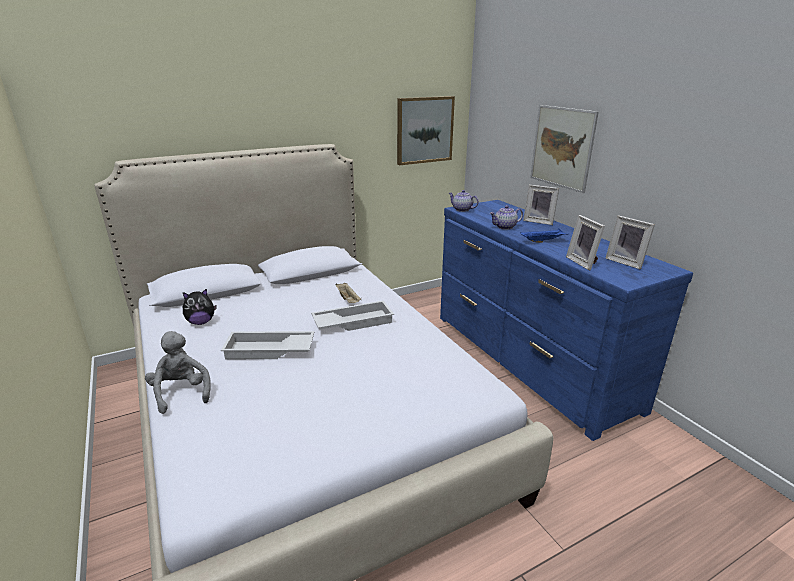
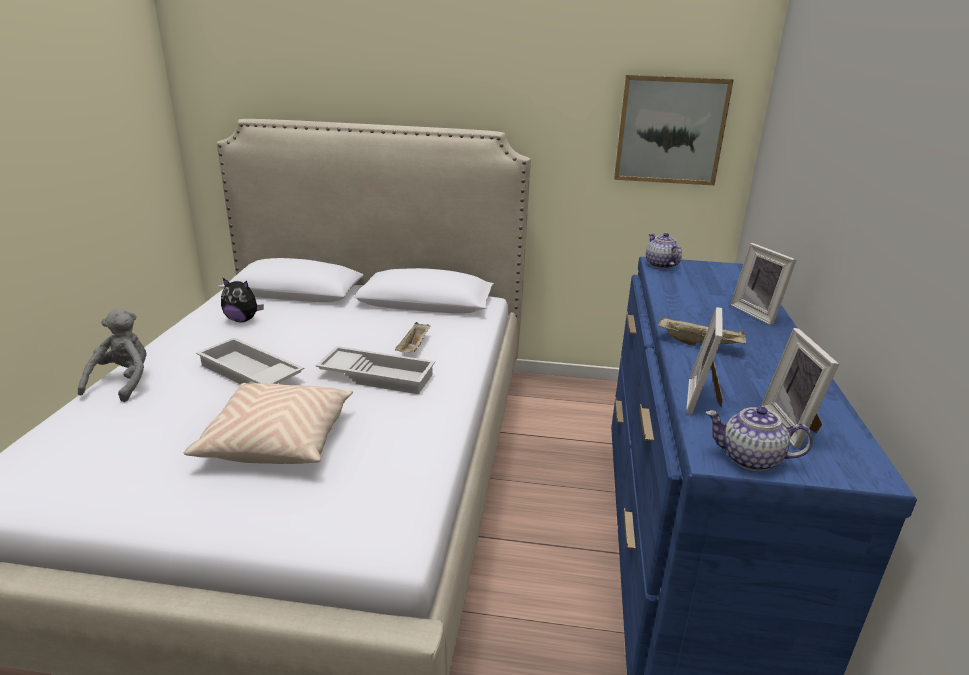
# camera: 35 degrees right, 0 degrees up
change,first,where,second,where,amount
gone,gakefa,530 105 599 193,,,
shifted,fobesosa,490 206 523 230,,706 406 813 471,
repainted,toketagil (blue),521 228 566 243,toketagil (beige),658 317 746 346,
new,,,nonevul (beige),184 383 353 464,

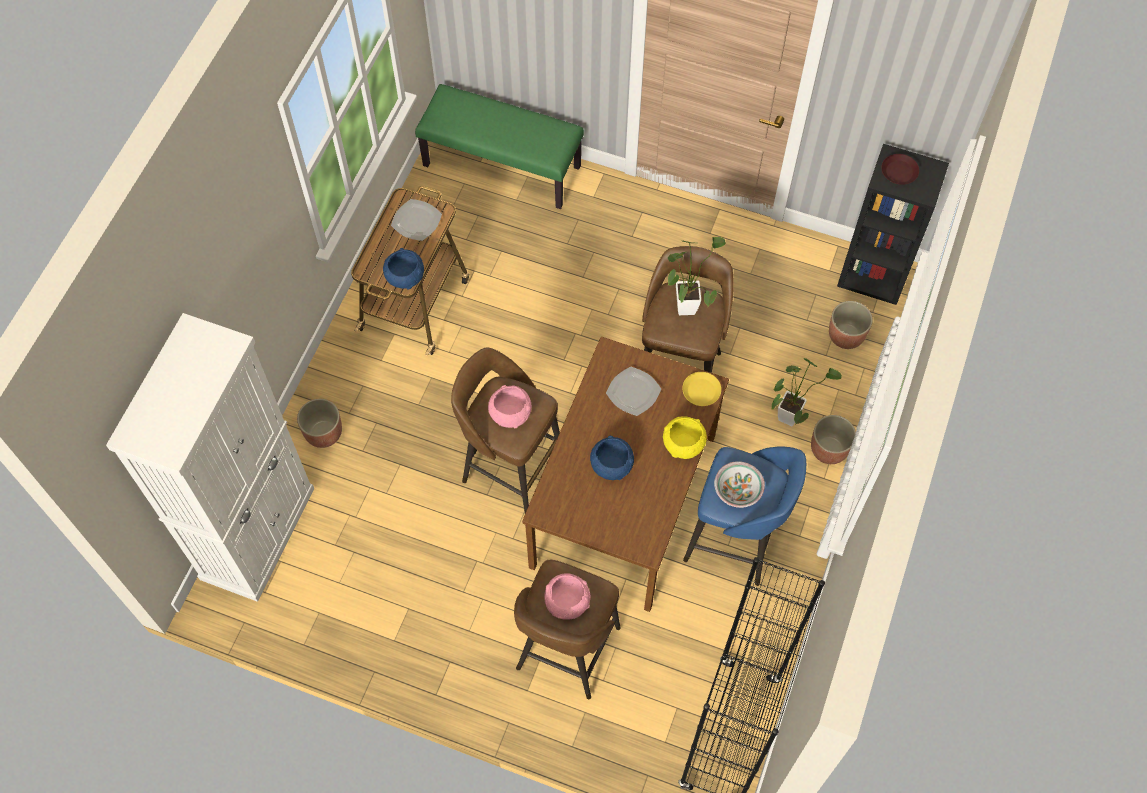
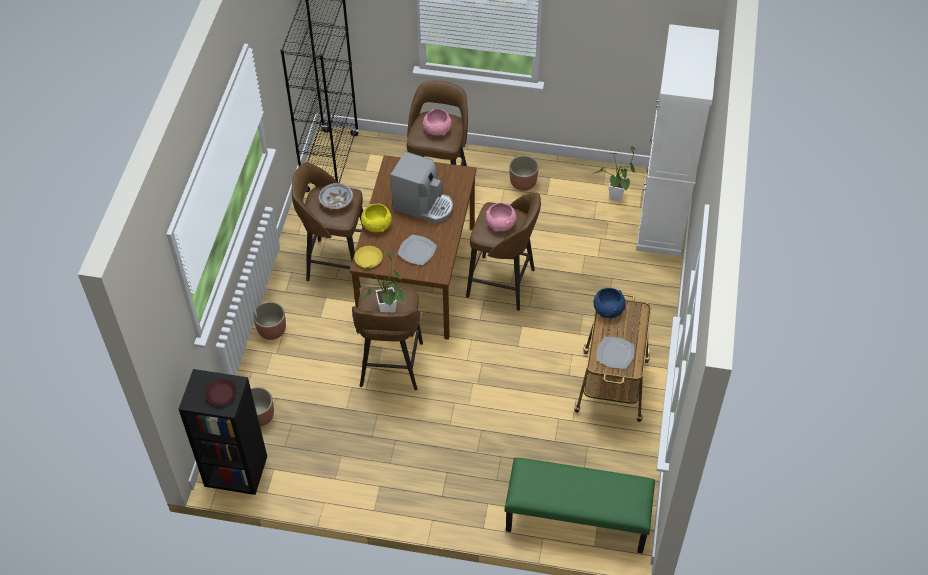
# camera: 170 degrees right, 10 degrees down
change,first,where,second,where,amount
shifted,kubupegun,771 358 842 426,,592 146 635 202,
shifted,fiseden,297 399 342 448,,510 155 539 191,
swapped,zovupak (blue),590 436 634 480,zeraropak,390 151 453 223,
repainted,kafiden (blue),683 446 806 586,kafiden (brown),292 163 363 288,

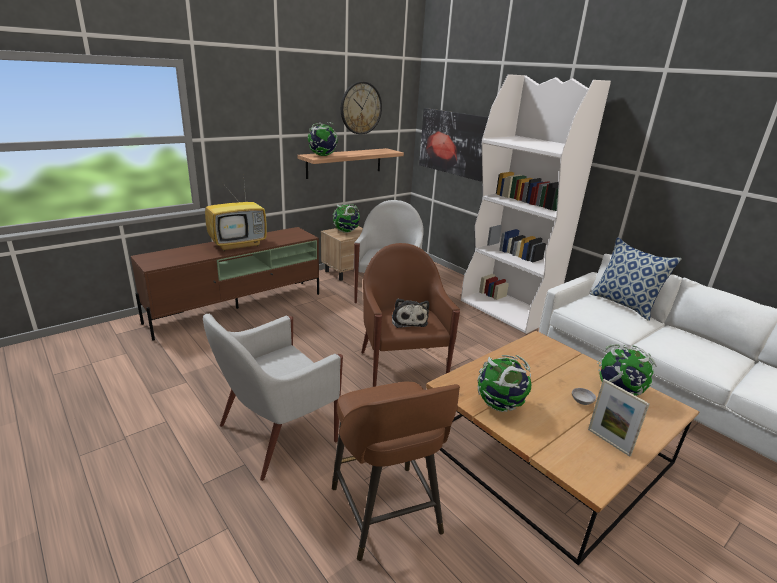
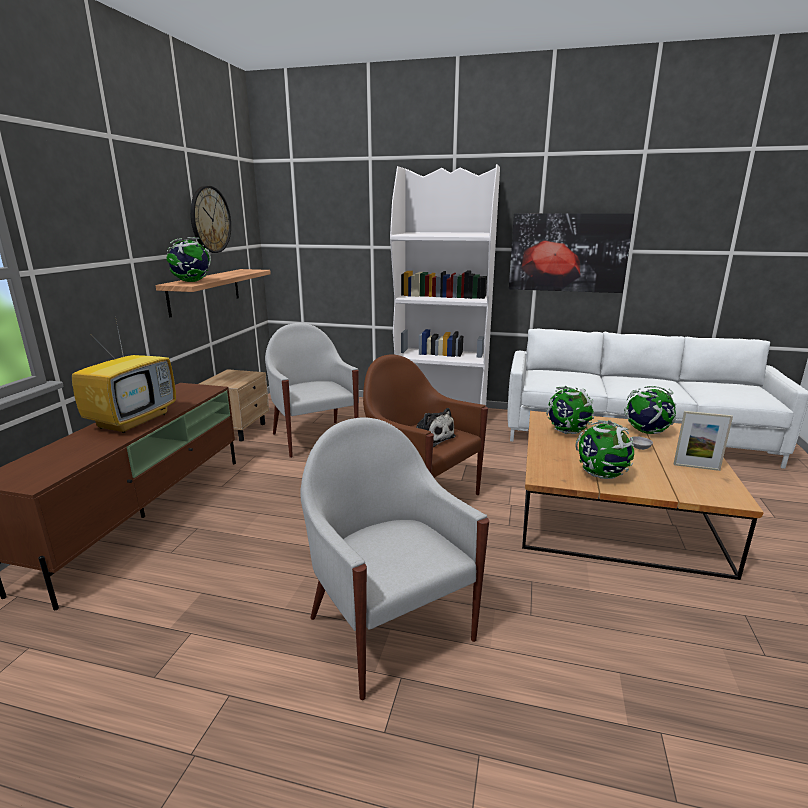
# camera: 35 degrees left, 5 degrees down
change,first,where,second,where,amount
shifted,gakefa,419 108 488 181,,509 213 634 293,
shifted,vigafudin,333 204 360 233,,546 386 594 434,
gone,nonevul,590 237 682 321,,,
rotated,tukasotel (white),203 314 343 481,,300 418 489 700,135 degrees clockwise
gone,kafiden (brown),332 382 460 561,,,

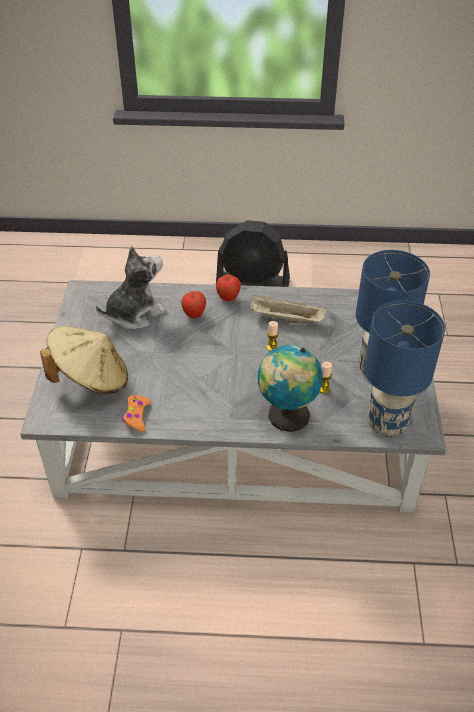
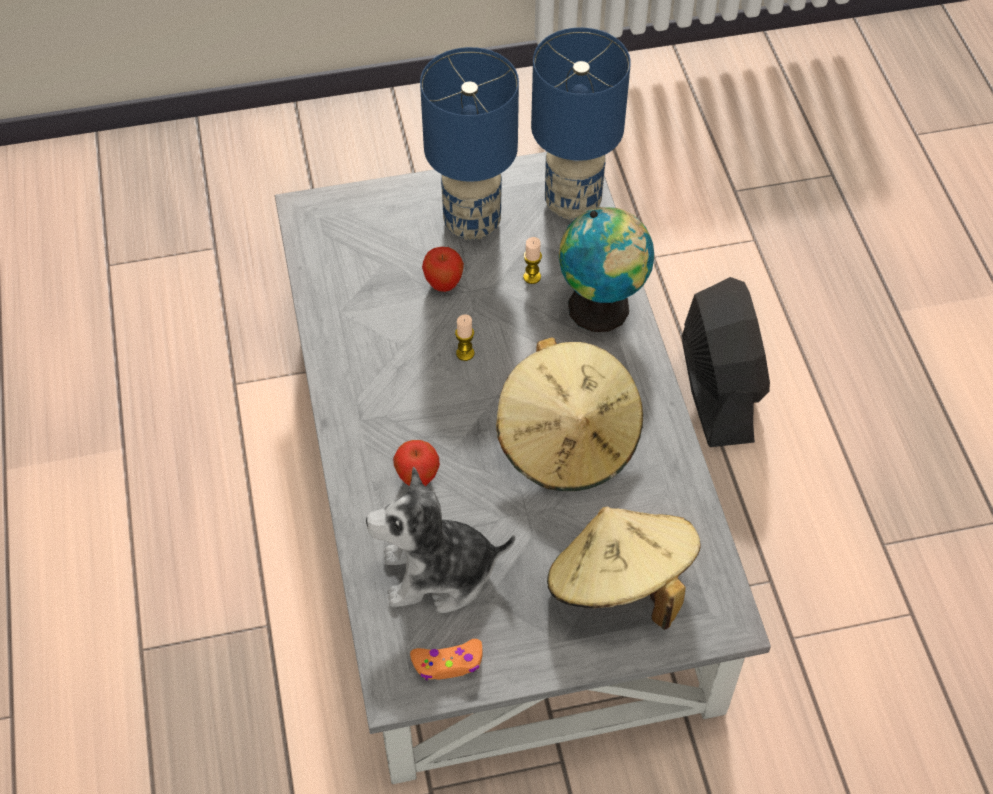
# camera: 105 degrees left, 10 degrees up
change,first,where,second,where,amount
shifted,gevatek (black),216 220 290 287,,682 277 770 447,
rotated,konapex,96 246 167 330,,366 467 515 613,45 degrees counterclockwise
shifted,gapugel,216 275 241 301,,422 247 464 292,
gone,toketagil (beige),250 295 326 324,,,
shifted,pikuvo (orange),122 395 151 432,,410 639 483 680,
new,,,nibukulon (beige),496 337 643 491,

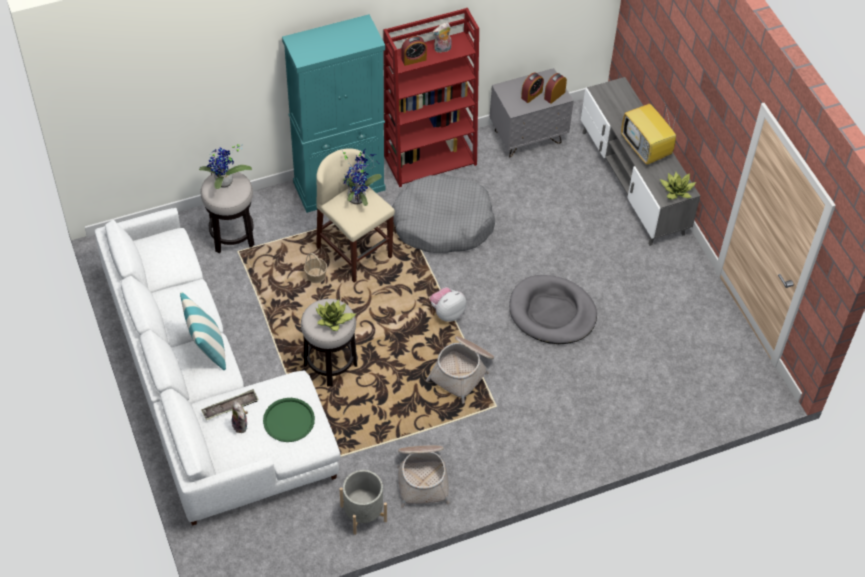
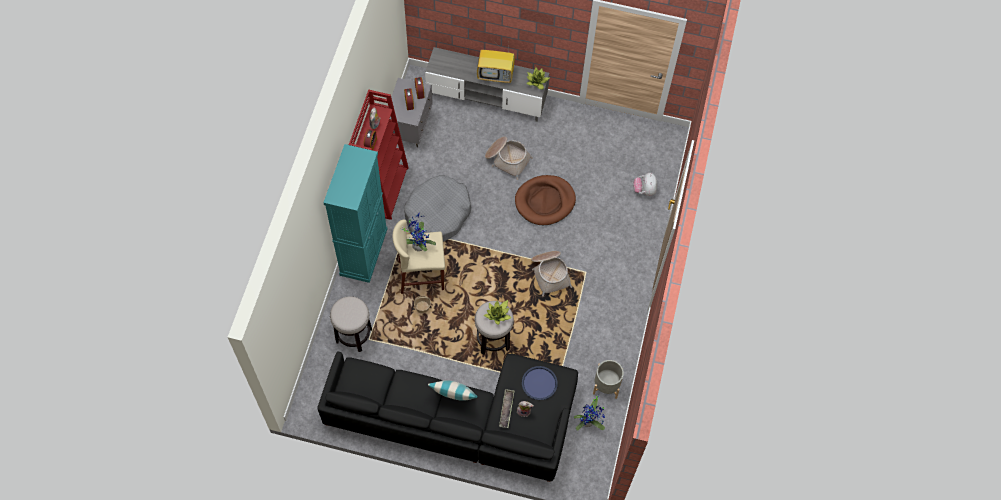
# camera: 55 degrees left, 10 degrees up
change,first,where,second,where,amount
shifted,kubupegun,199 144 252 189,,574 394 605 431,
repainted,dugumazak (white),95 208 341 526,dugumazak (black),317 351 578 482,
repainted,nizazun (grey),509 275 597 344,nizazun (brown),515 175 576 225,
shifted,konapex,430 287 466 322,,633 173 657 196,
repainted,toketagil (green),263 398 315 442,toketagil (blue),522 366 558 400,
shifted,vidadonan,397 445 450 508,,485 137 533 180,

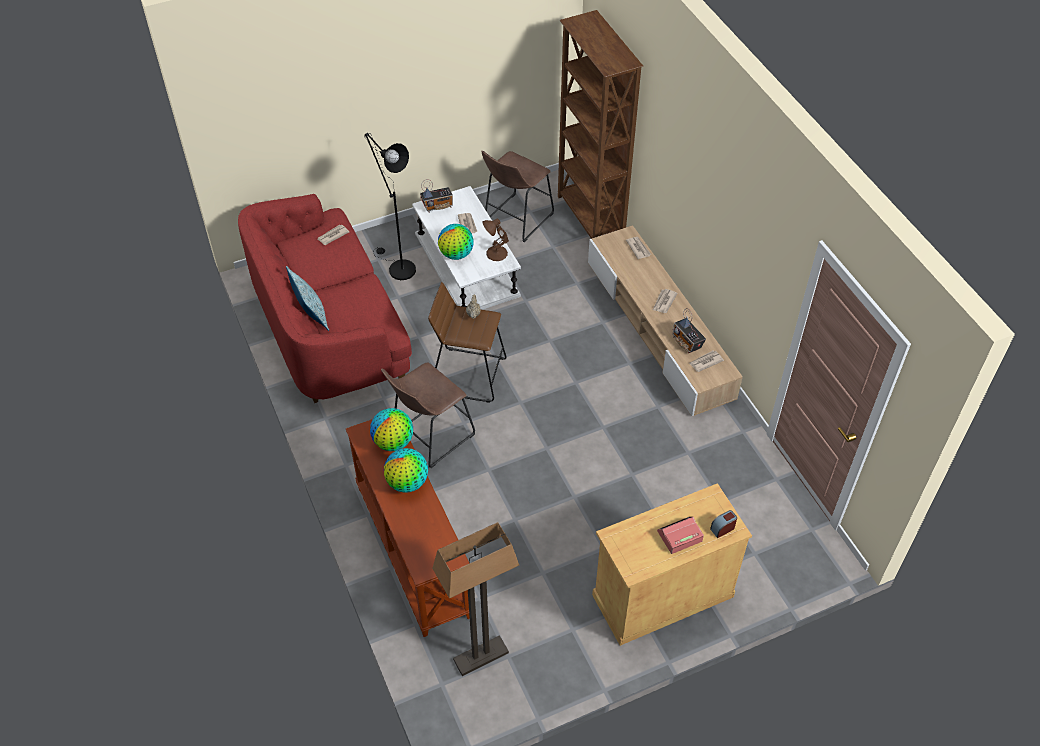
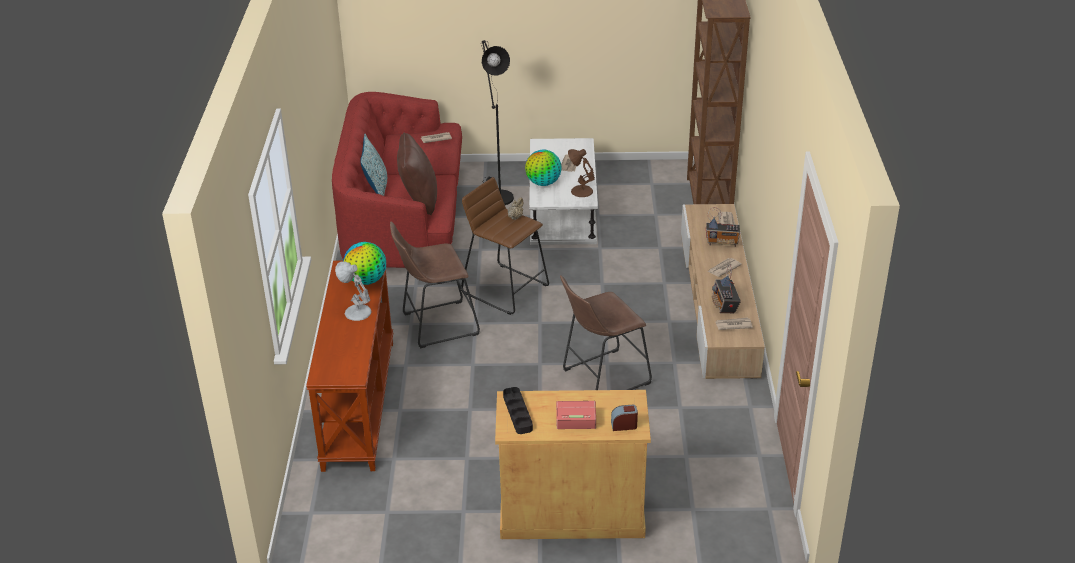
# camera: 25 degrees right, 15 degrees down
change,first,where,second,where,amount
shifted,kafiden (brown),481 151 554 242,,560 275 652 390,
shifted,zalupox,420 179 453 213,,706 207 740 247,
swapped,vigafudin,384 448 428 493,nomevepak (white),335 261 372 321,
gone,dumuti,432 522 519 676,,,
new,,,nonevul (brown),397 133 437 215,
new,,,toketagil (black),503 387 533 434,

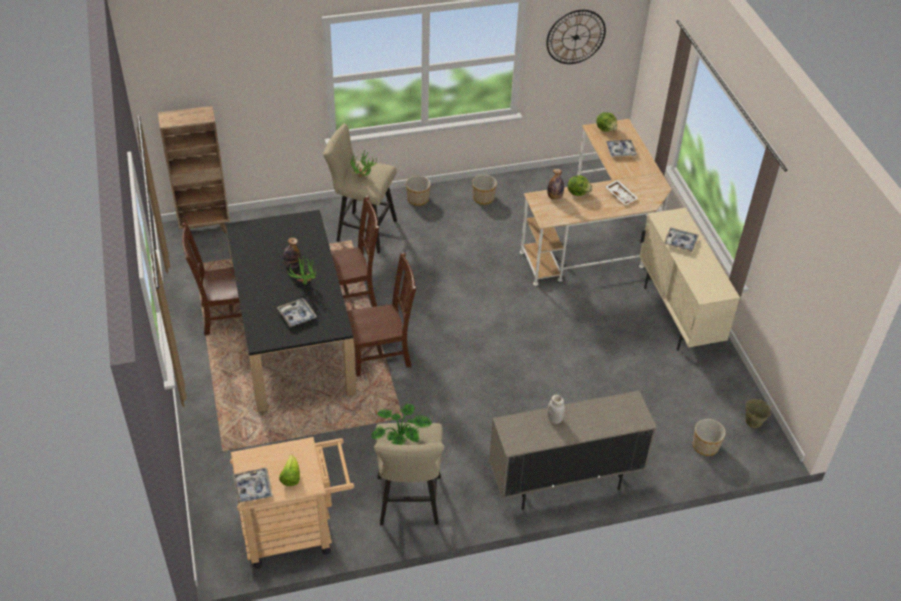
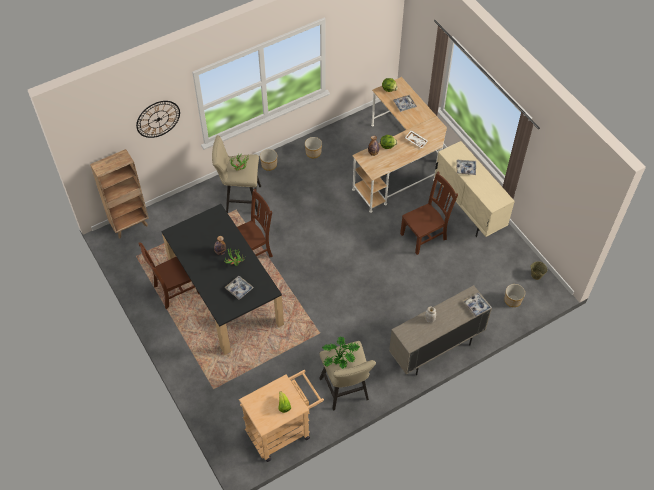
# camera: 15 degrees left, 10 degrees up
change,first,where,second,where,amount
shifted,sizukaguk,546 10 606 64,,136 101 180 138,
shifted,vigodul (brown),347 252 416 377,,400 172 458 255,
shifted,toketagil,233 468 273 503,,463 293 492 317,

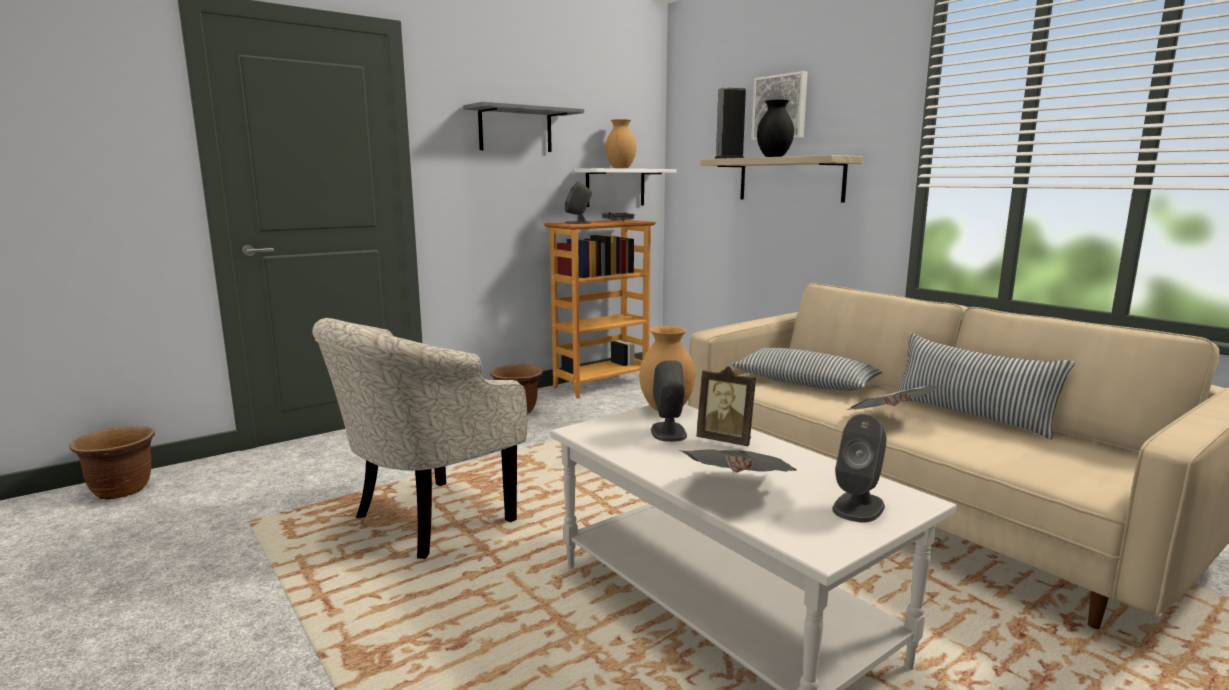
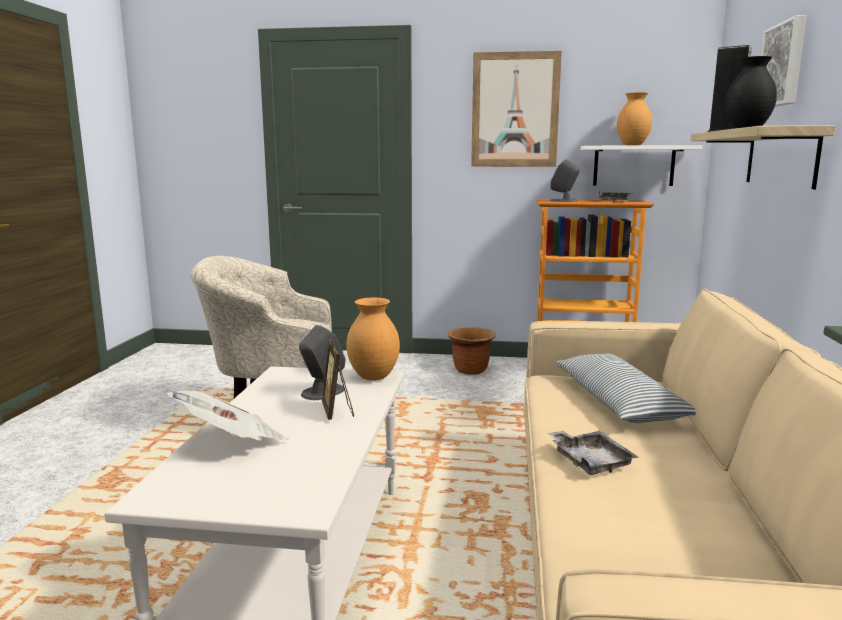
# camera: 45 degrees right, 0 degrees up
change,first,where,second,where,amount
swapped,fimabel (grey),463 102 584 152,gakefa,471 51 562 167,
gone,nonevul,896 333 1075 440,,,
swapped,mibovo,846 385 939 410,toketagil (grey),548 431 638 475,
gone,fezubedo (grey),832 414 886 523,,,
gone,fiseden (brown),69 426 155 499,,,

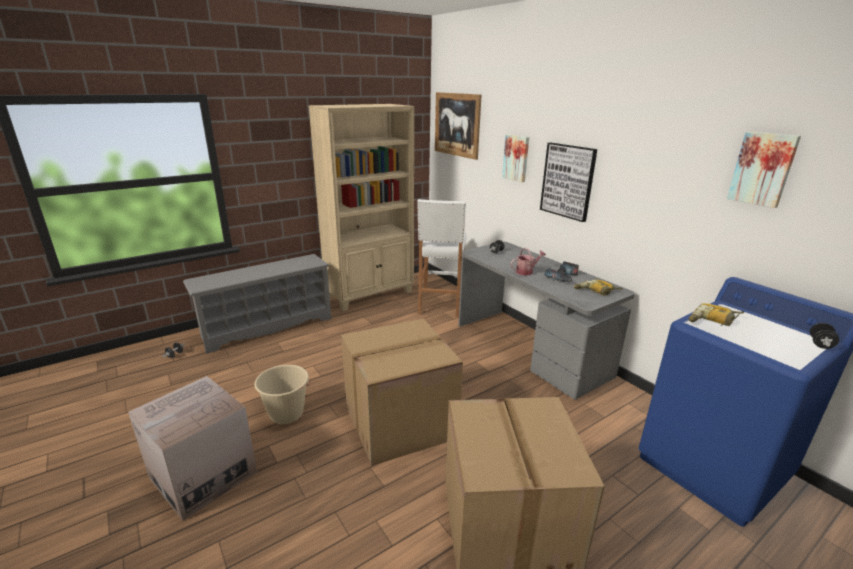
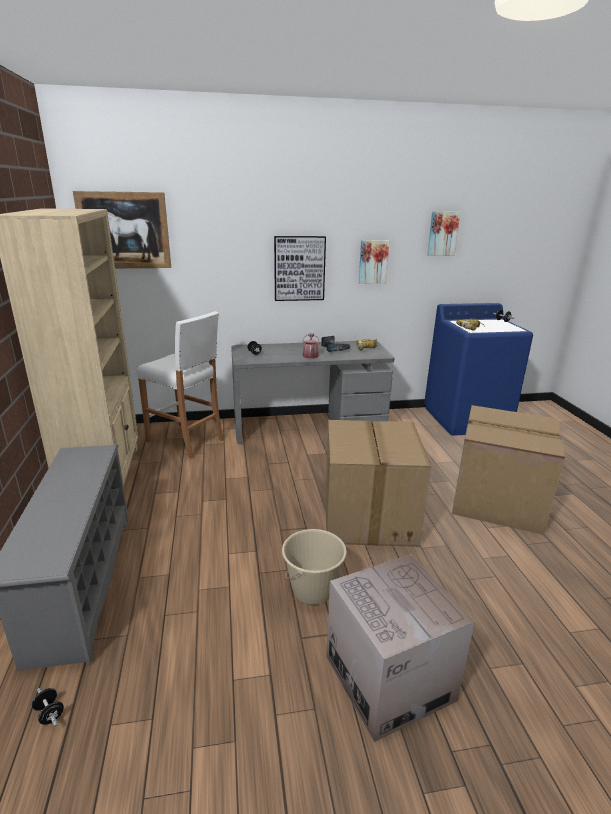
# camera: 65 degrees left, 0 degrees up
change,first,where,second,where,amount
shifted,gakefa,502 134 529 182,,359 240 390 284,

